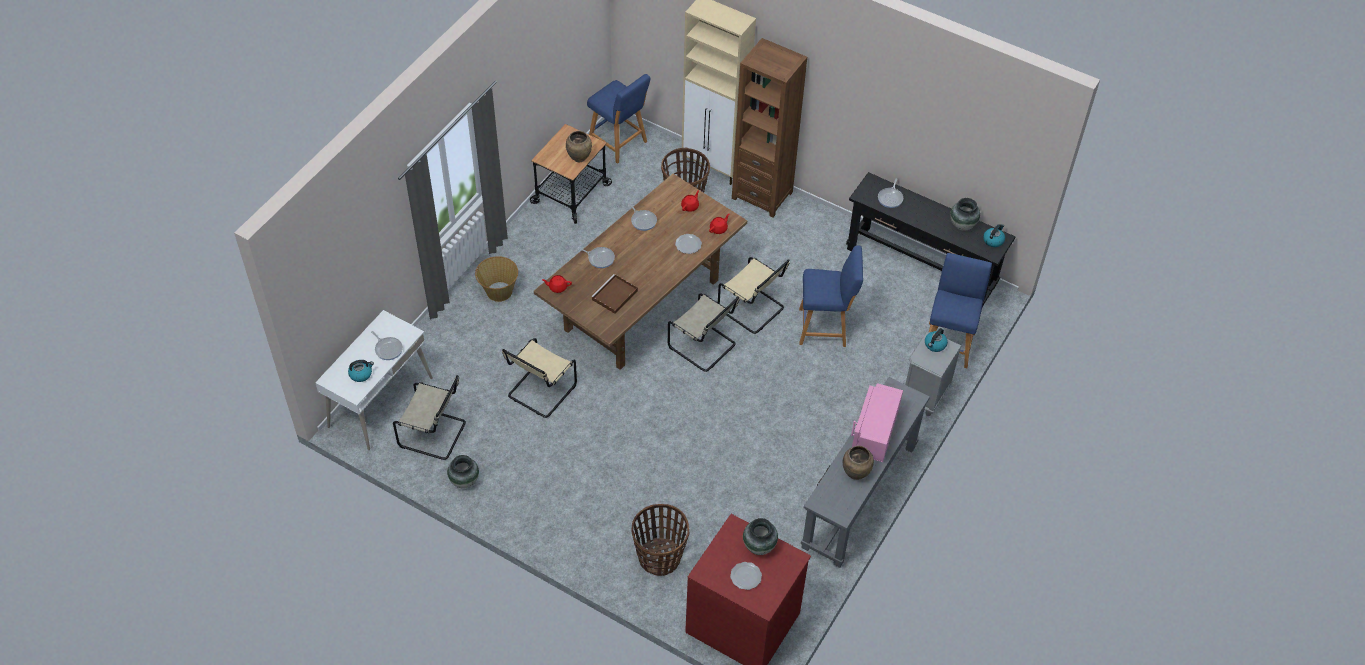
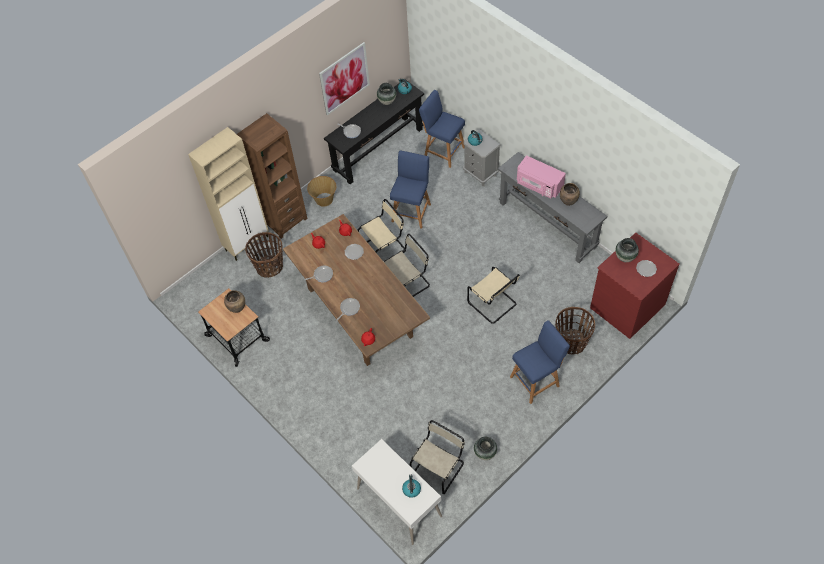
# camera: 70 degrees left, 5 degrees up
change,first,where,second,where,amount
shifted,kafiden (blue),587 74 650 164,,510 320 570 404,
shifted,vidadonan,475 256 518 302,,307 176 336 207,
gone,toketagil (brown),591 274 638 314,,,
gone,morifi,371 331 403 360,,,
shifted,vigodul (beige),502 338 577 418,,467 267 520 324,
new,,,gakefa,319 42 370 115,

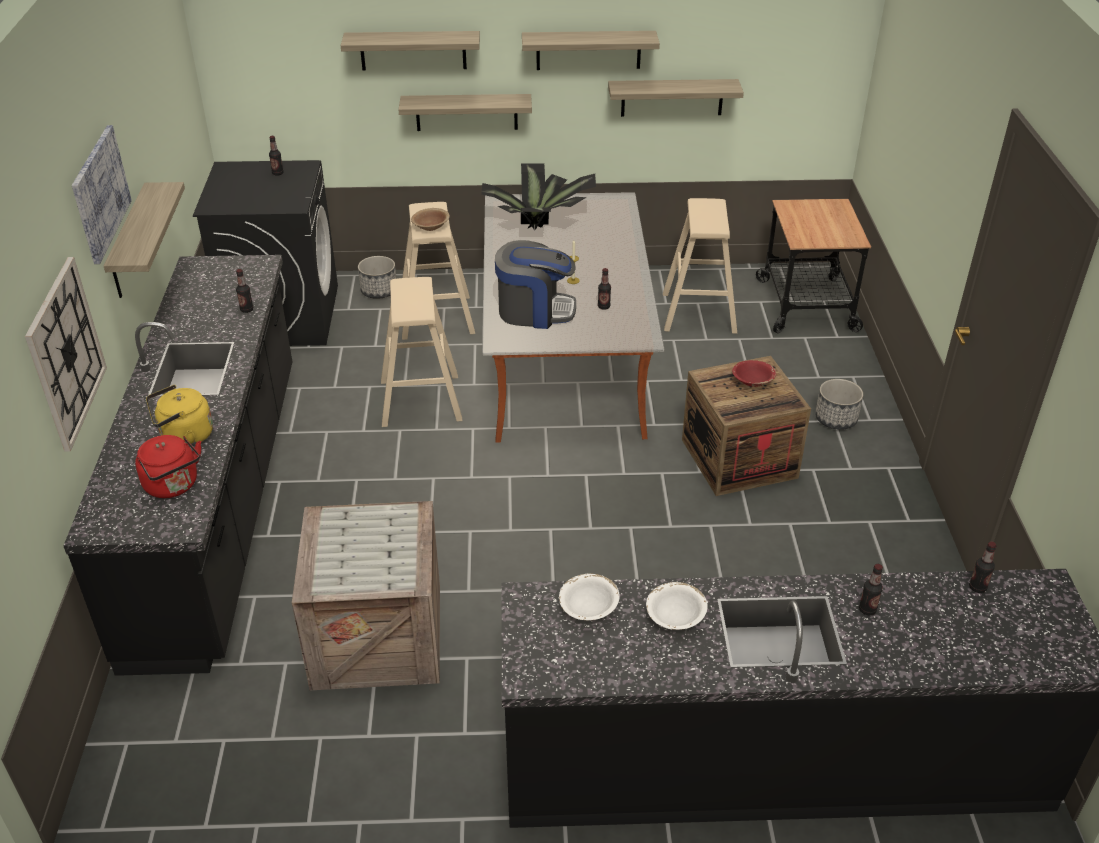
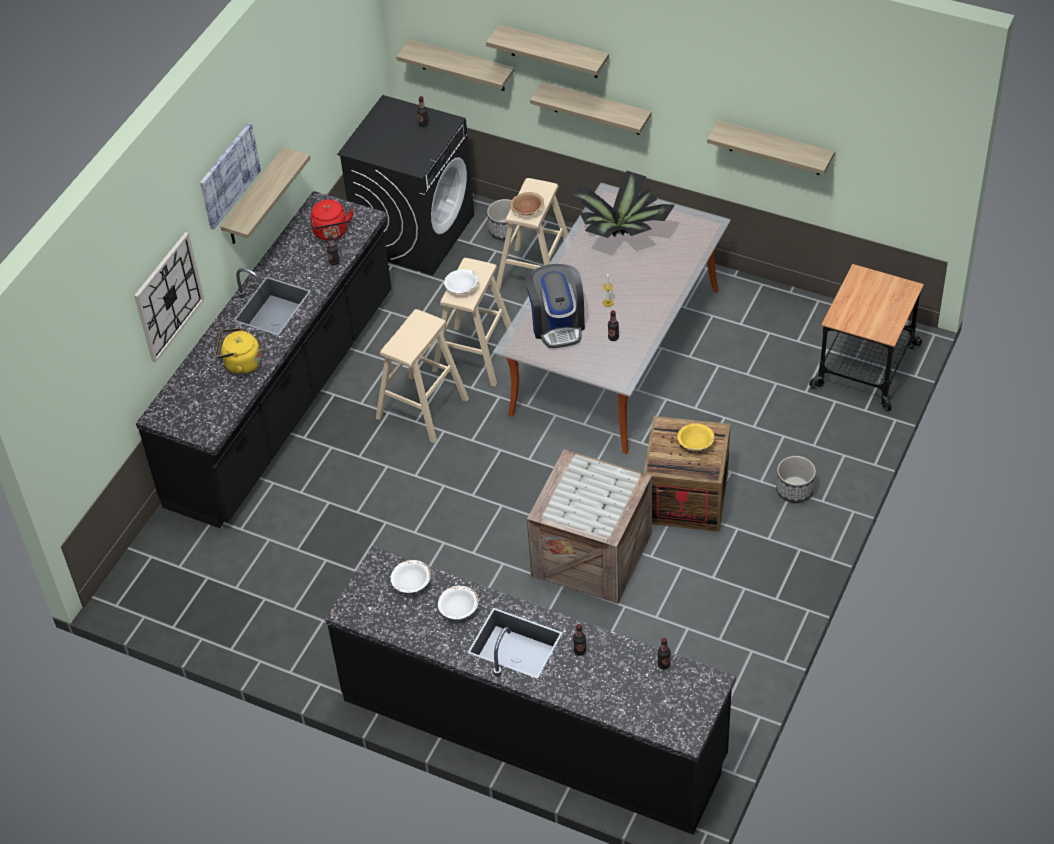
# camera: 30 degrees right, 10 degrees up
change,first,where,second,where,amount
shifted,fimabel,522 31 660 70,,396 39 514 91,
shifted,kafiden (beige),663 198 737 334,,376 309 469 443,
rotated,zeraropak,495 240 576 329,,526 264 585 348,45 degrees clockwise
repainted,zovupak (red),732 360 776 387,zovupak (yellow),677 424 715 450,
shifted,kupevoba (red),135 435 201 498,,310 199 354 241,
shifted,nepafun,292 501 440 690,,527 450 652 604,
new,,,zovupak (white),444 269 479 294,

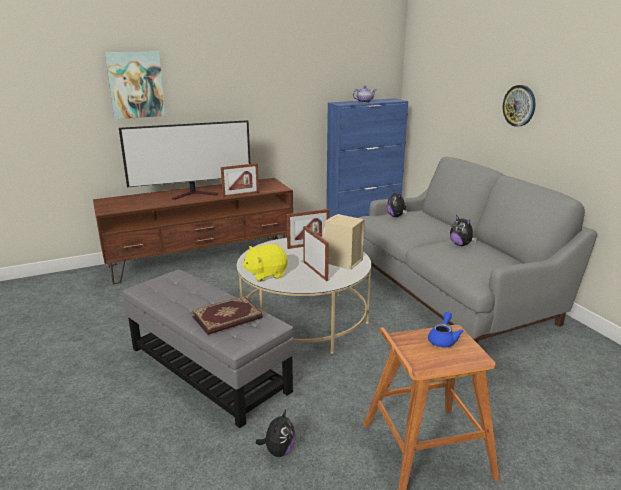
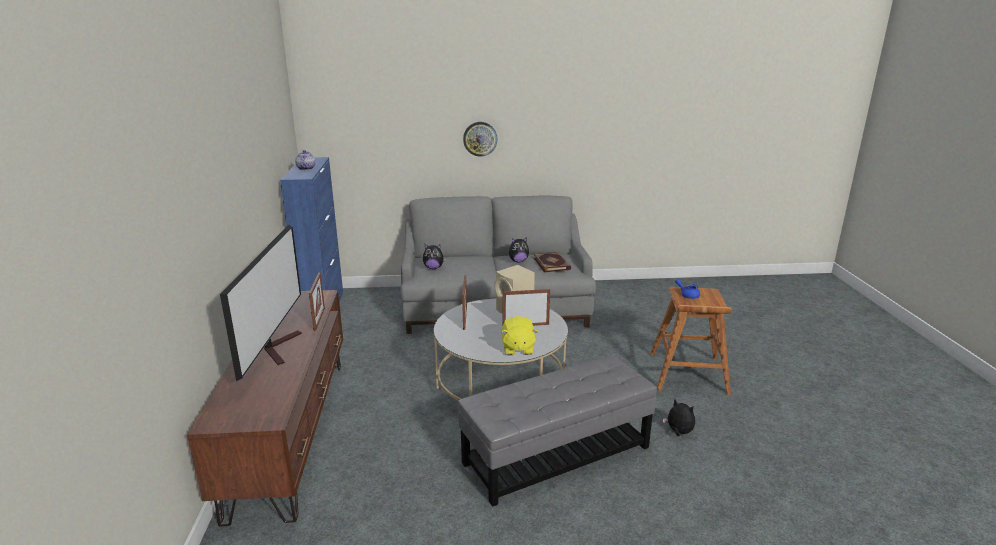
# camera: 70 degrees left, 0 degrees up
change,first,where,second,where,amount
gone,gakefa,105 51 166 119,,,
shifted,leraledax,192 296 262 335,,534 252 571 272,

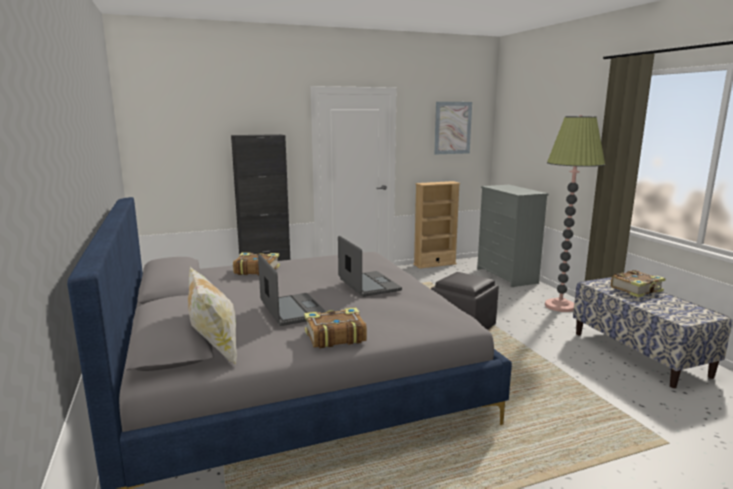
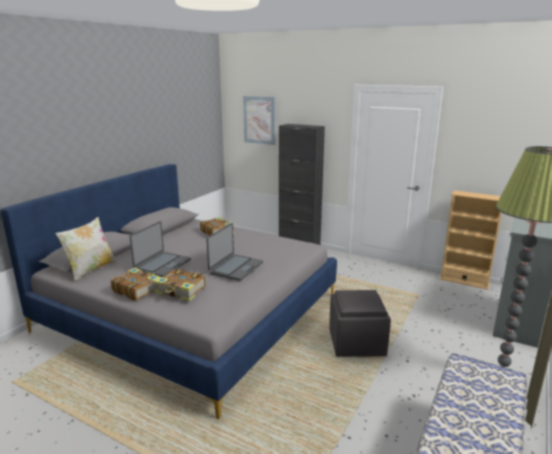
# camera: 50 degrees right, 5 degrees up
change,first,where,second,where,amount
shifted,gakefa,434 102 472 155,,243 96 275 145,
shifted,leraledax,611 270 666 297,,154 269 206 301,

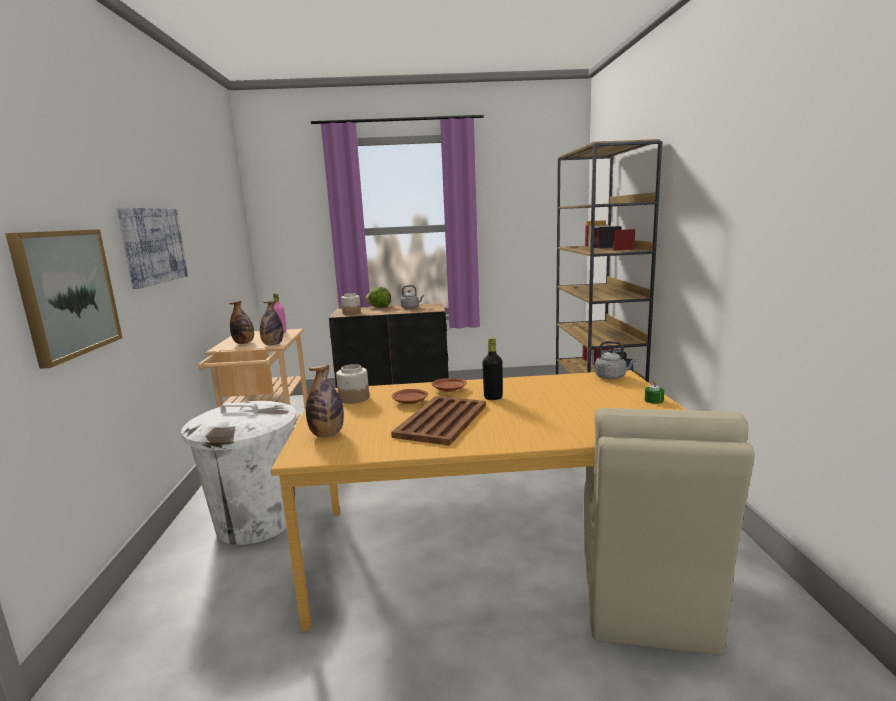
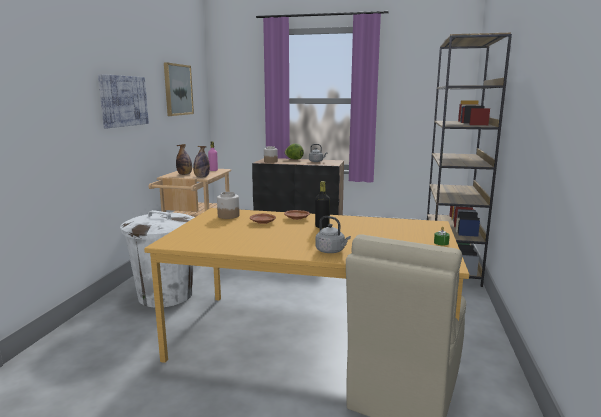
# camera: 15 degrees right, 0 degrees up
change,first,where,second,where,amount
shifted,gakefa,5 229 122 369,,164 62 194 116,
shifted,kupevoba (grey),594 341 636 379,,315 216 351 253,
gone,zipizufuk,306 365 344 437,,,
gone,toketagil (brown),391 396 486 446,,,

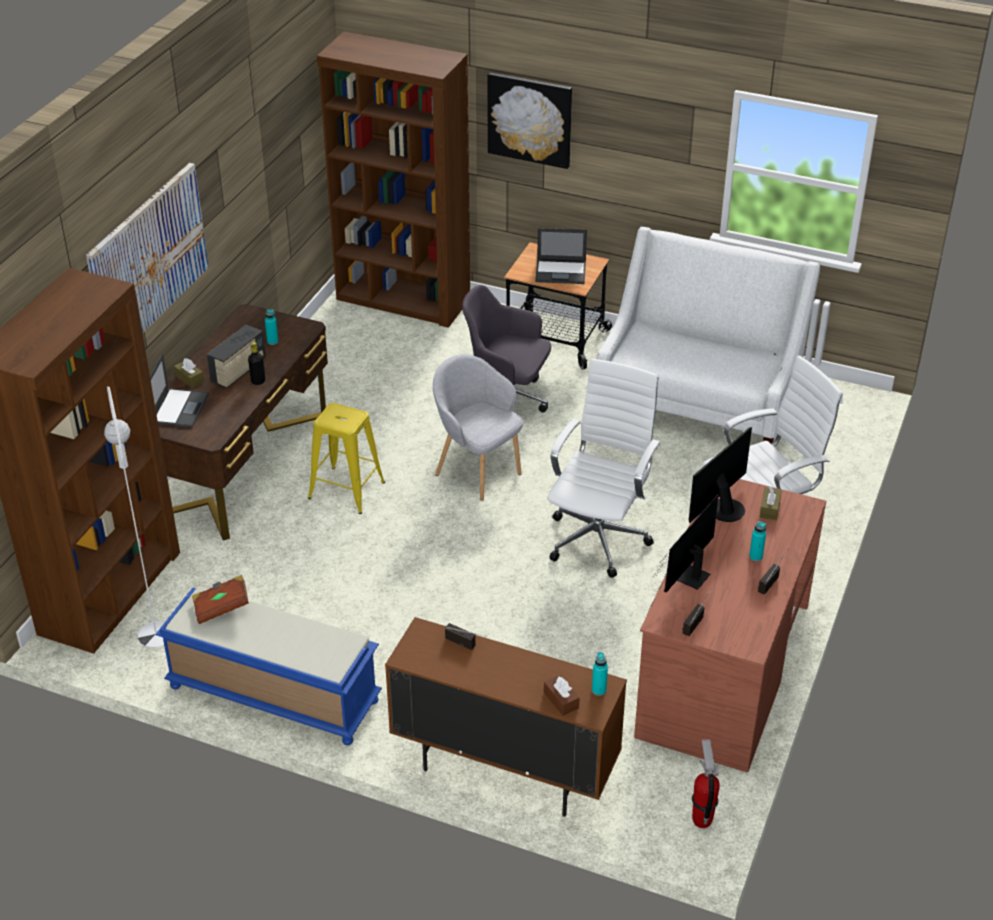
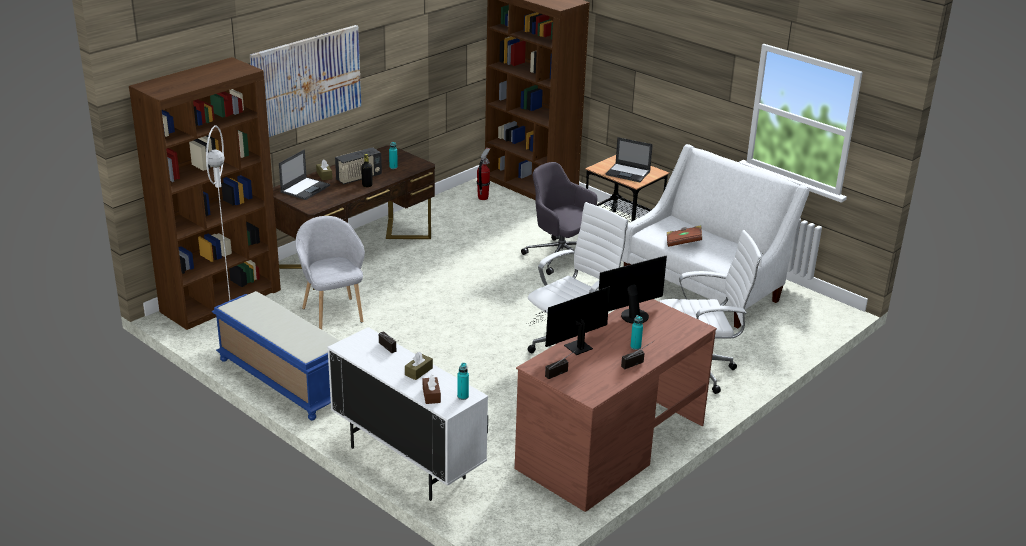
# camera: 20 degrees right, 10 degrees down
change,first,where,second,where,amount
gone,gakefa,487 72 572 169,,,
shifted,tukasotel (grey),433 354 523 501,,296 216 365 330,
gone,kafiden (yellow),308 403 385 514,,,
shifted,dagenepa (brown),760 486 782 520,,405 352 433 380,
shifted,leraledax (brown),192 575 249 624,,667 225 702 247,
repainted,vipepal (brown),385 617 627 817,vipepal (white),327 327 488 501,
shifted,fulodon,692 739 720 828,,477 148 490 200,

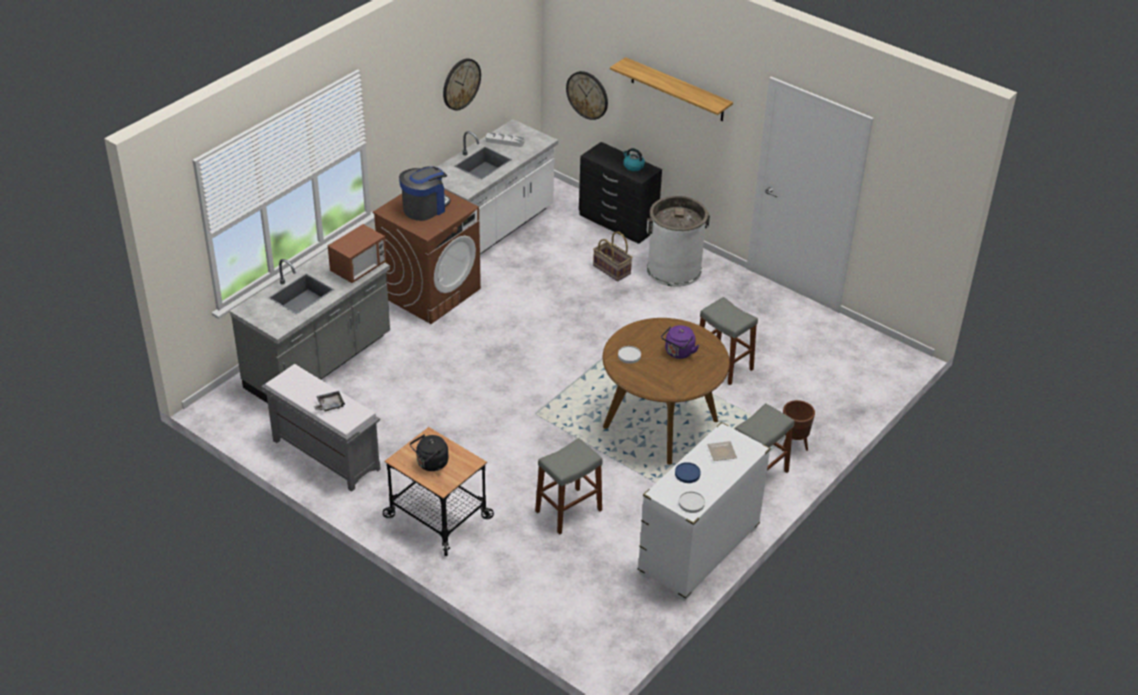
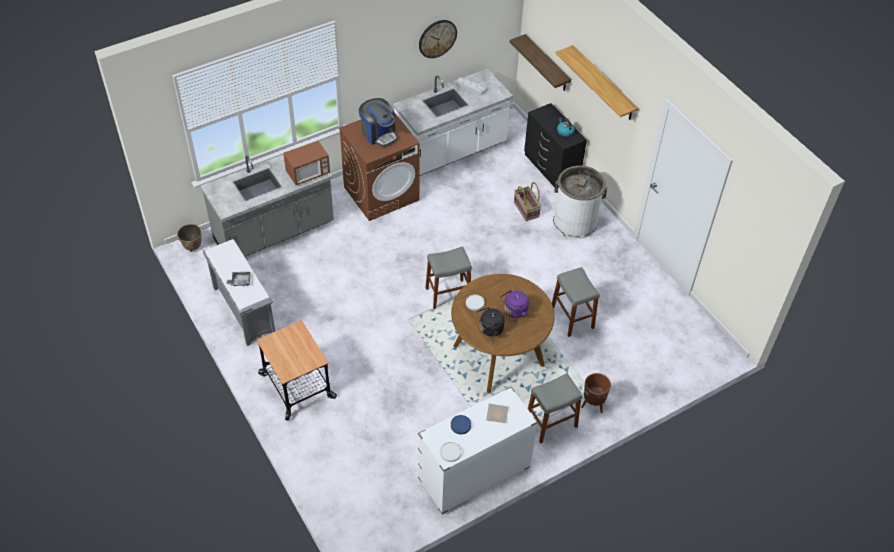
# camera: 20 degrees right, 10 degrees up
change,first,where,second,where,amount
swapped,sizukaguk,566 71 608 120,fimabel,510 34 571 91,
rotated,zeraropak,399 167 451 221,,359 98 397 147,75 degrees clockwise
shifted,kupevoba (black),410 434 448 471,,477 307 505 336,
shifted,kafiden (grey),535 438 603 535,,425 246 472 309,
new,,,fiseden,177 224 201 252,

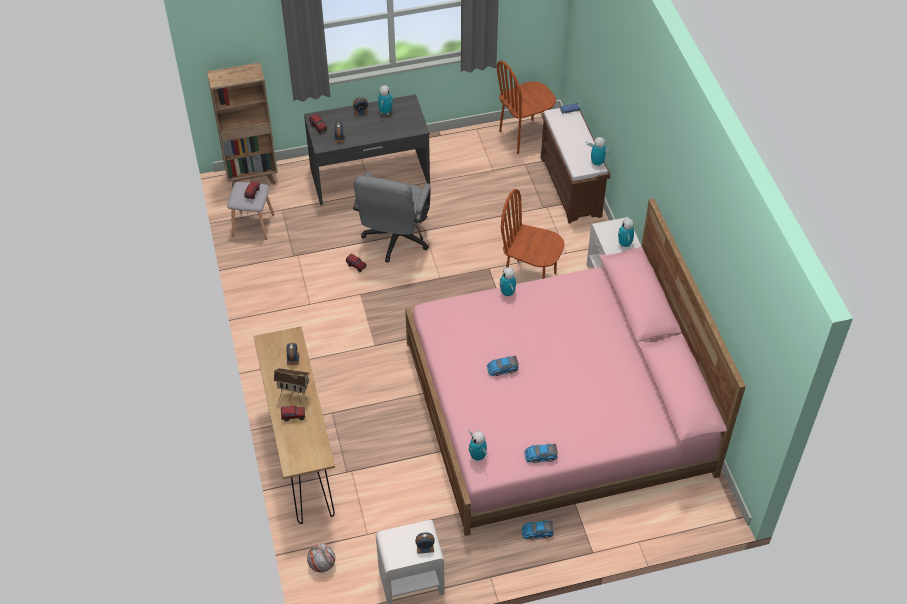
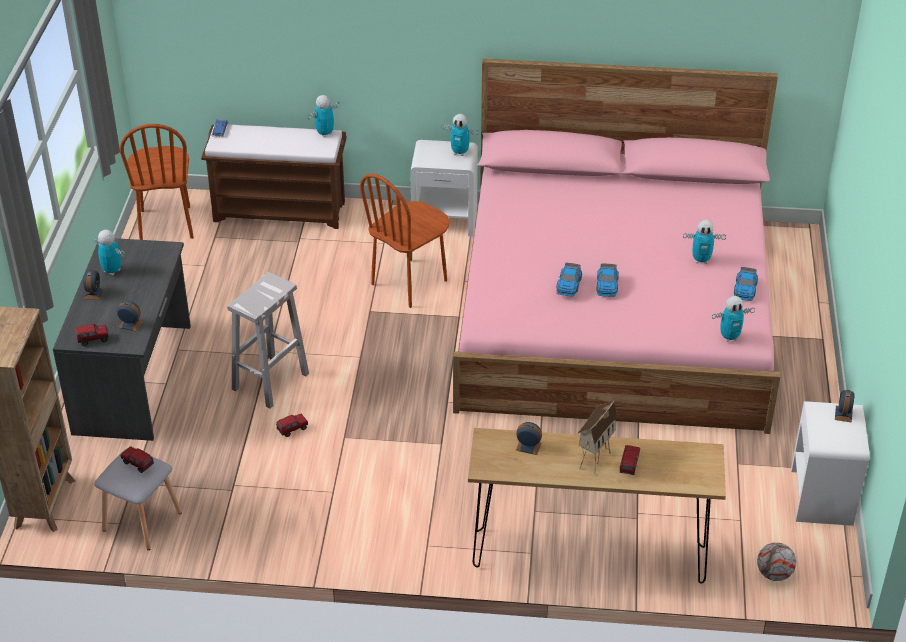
# camera: 70 degrees left, 10 degrees down
change,first,where,second,where,amount
swapped,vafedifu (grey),353 172 431 263,kafiden (white),227 272 309 409,
shifted,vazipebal,499 266 516 297,,683 220 726 264,
shifted,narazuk,522 520 554 540,,556 263 582 297,

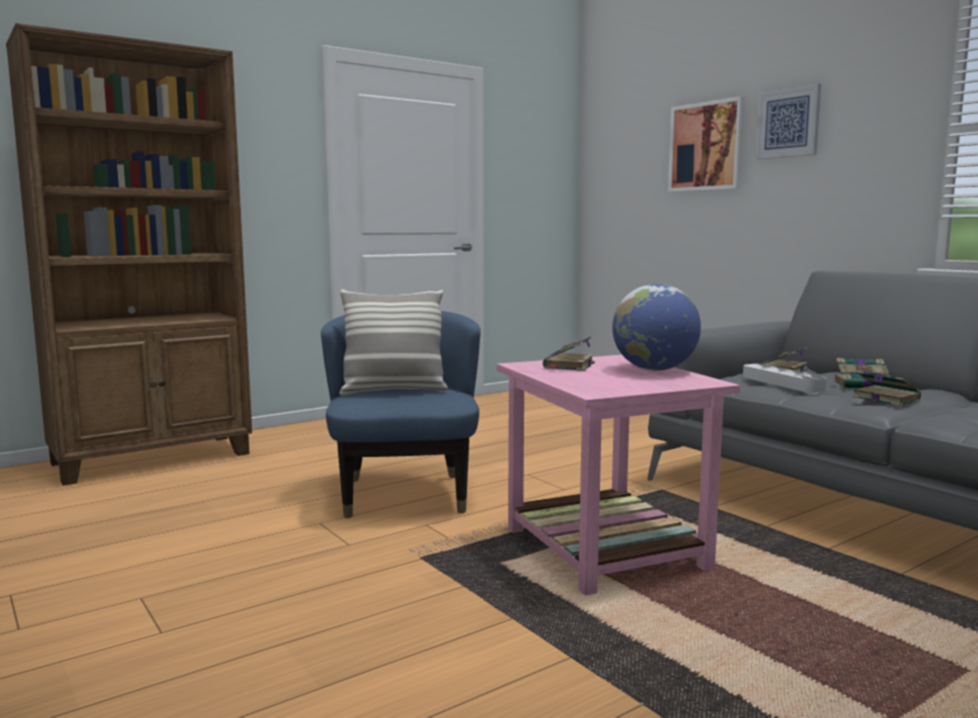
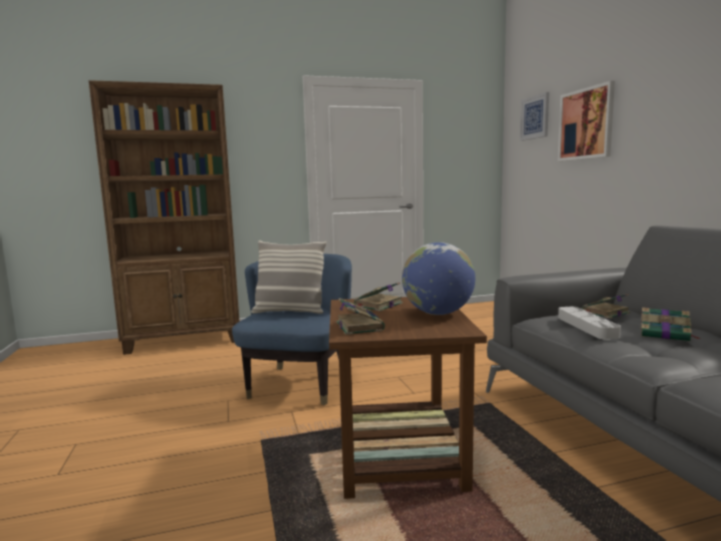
# camera: 20 degrees right, 0 degrees up
change,first,where,second,where,amount
shifted,gakefa,755 83 821 159,,520 92 549 141,
repainted,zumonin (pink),497 355 740 596,zumonin (brown),329 297 487 499,
shifted,leraledax,852 371 921 406,,336 298 385 335,

